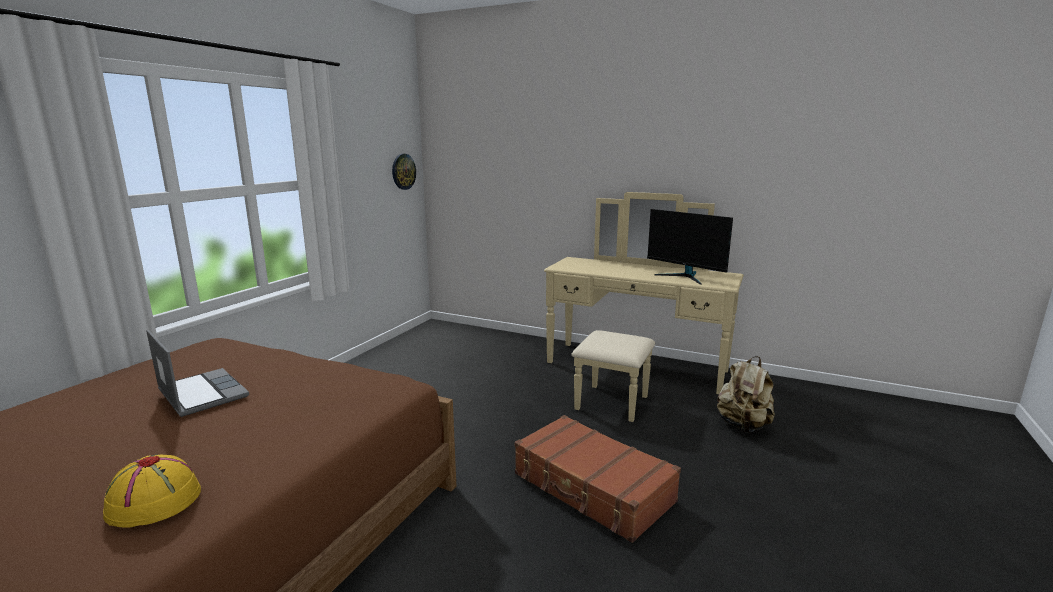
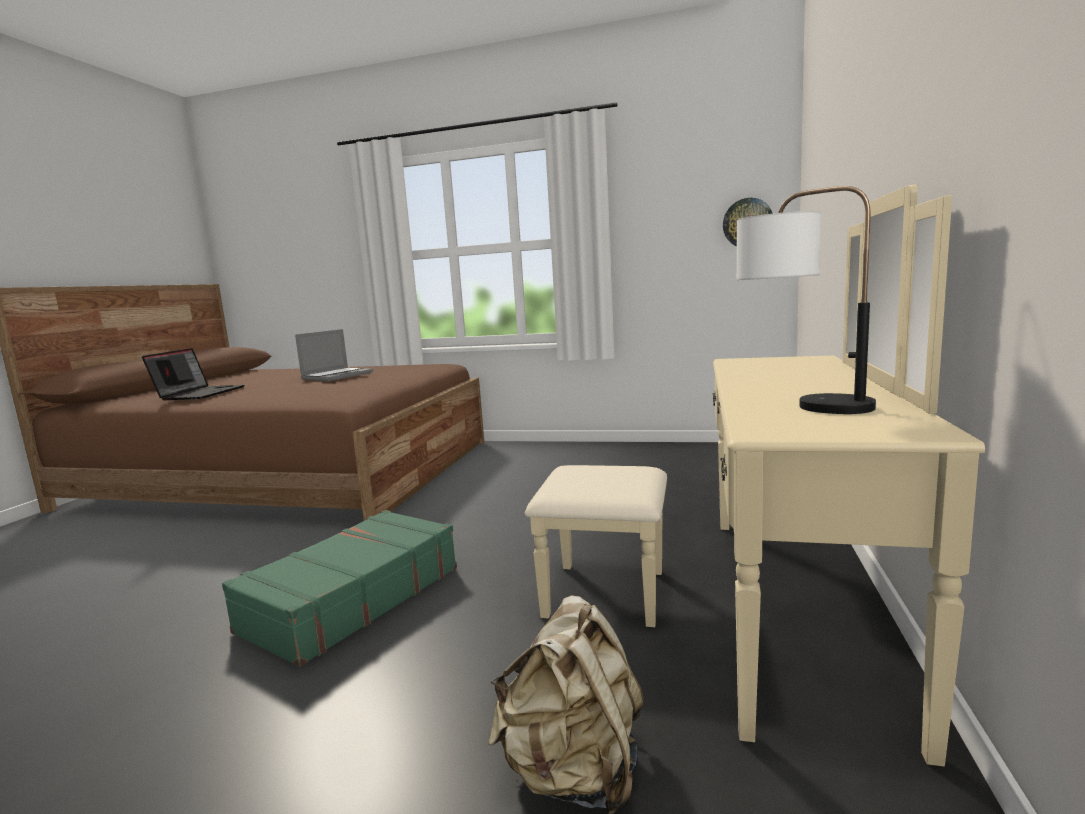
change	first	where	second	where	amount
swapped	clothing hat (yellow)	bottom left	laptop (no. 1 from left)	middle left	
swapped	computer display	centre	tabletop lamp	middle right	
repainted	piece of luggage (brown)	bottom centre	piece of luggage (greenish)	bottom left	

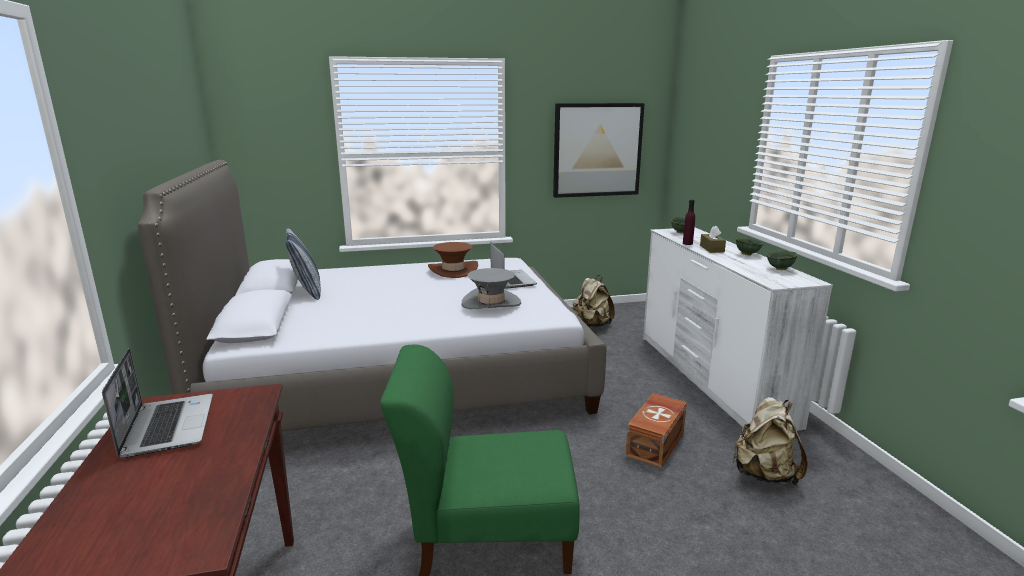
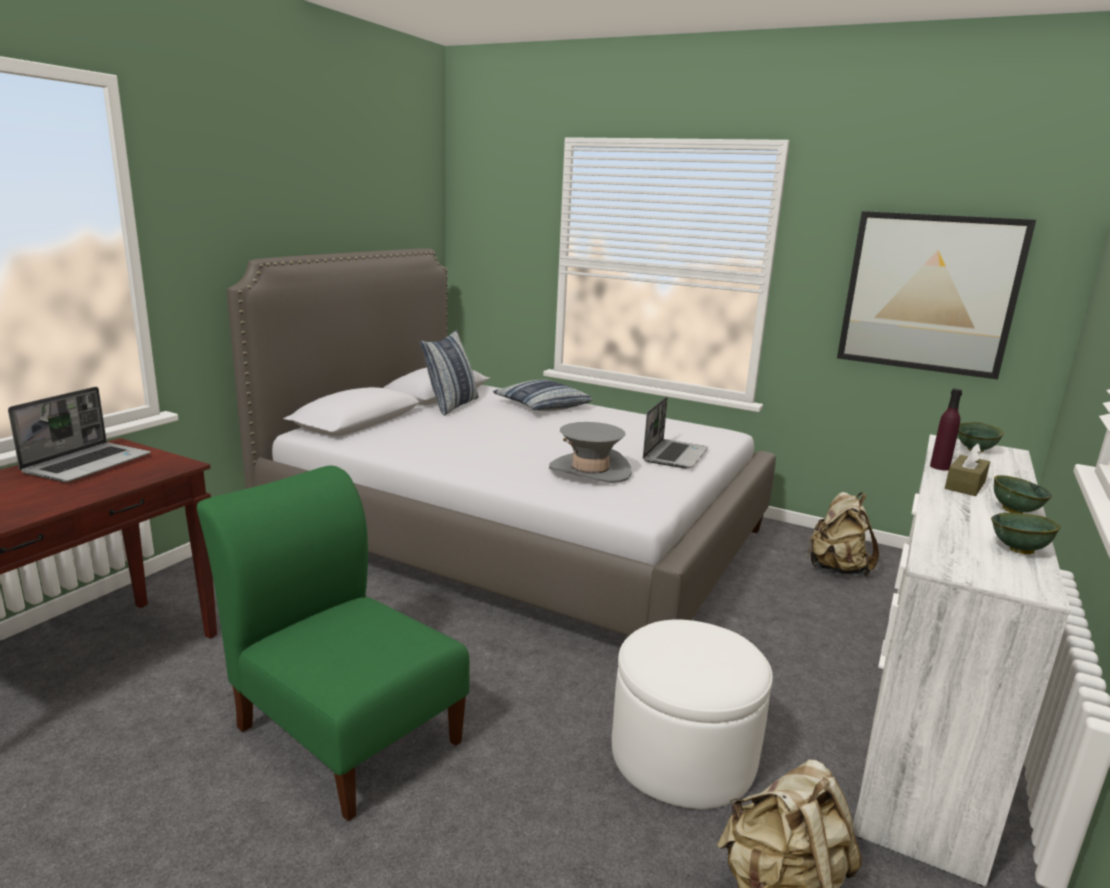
change	first	where	second	where	amount
gone	clothing hat (brown)	centre			
new			pillow (no. 2 from left)	centre	
swapped	storage container (brown)	bottom centre	pouffe (white)	bottom centre	

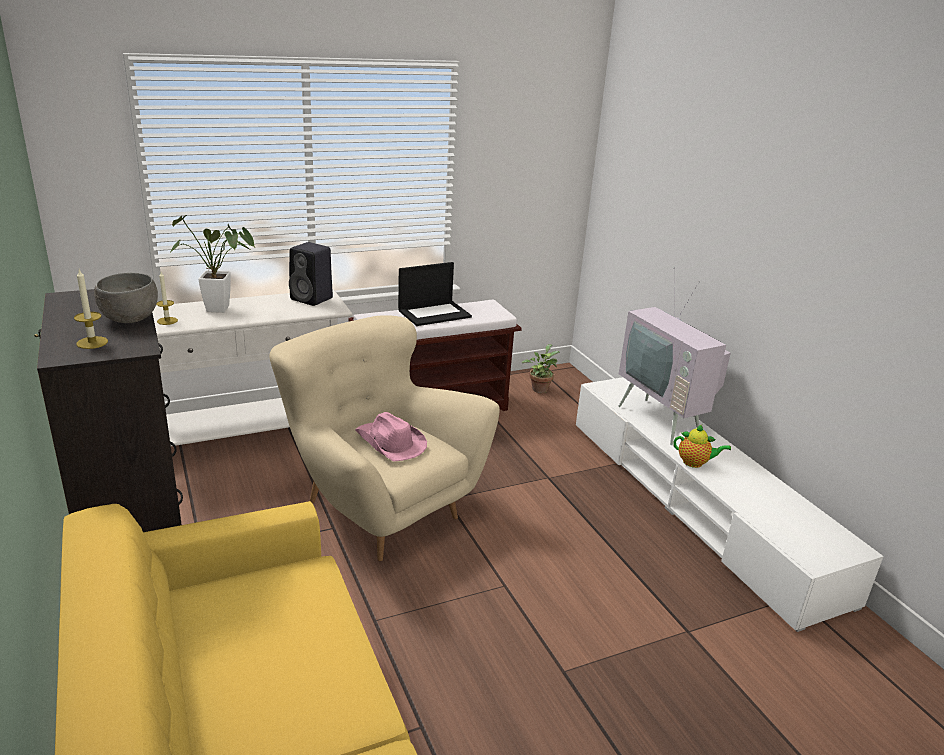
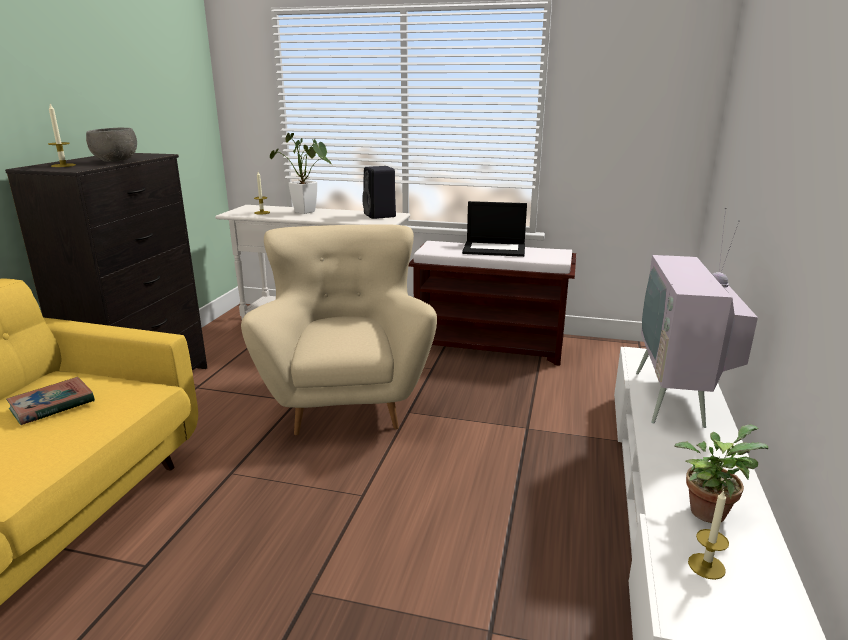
change	first	where	second	where	amount
gone	clothing hat (pink-coloured)	centre			
gone	teapot	middle right			
new			book	middle left	
new			wax candle (no. 3 from left)	bottom right	
shifted	houseplant (no. 2 from left)	centre		bottom right	

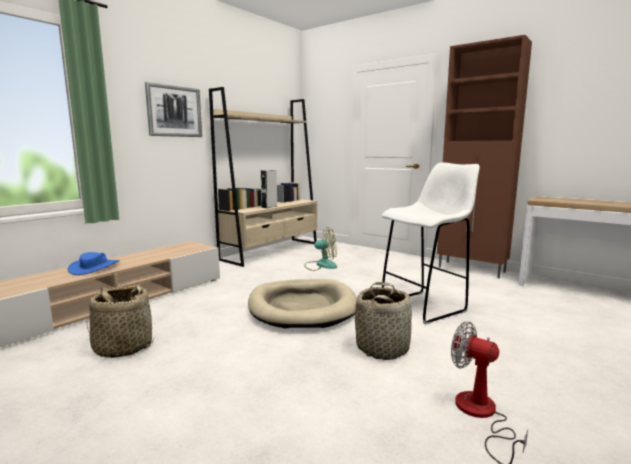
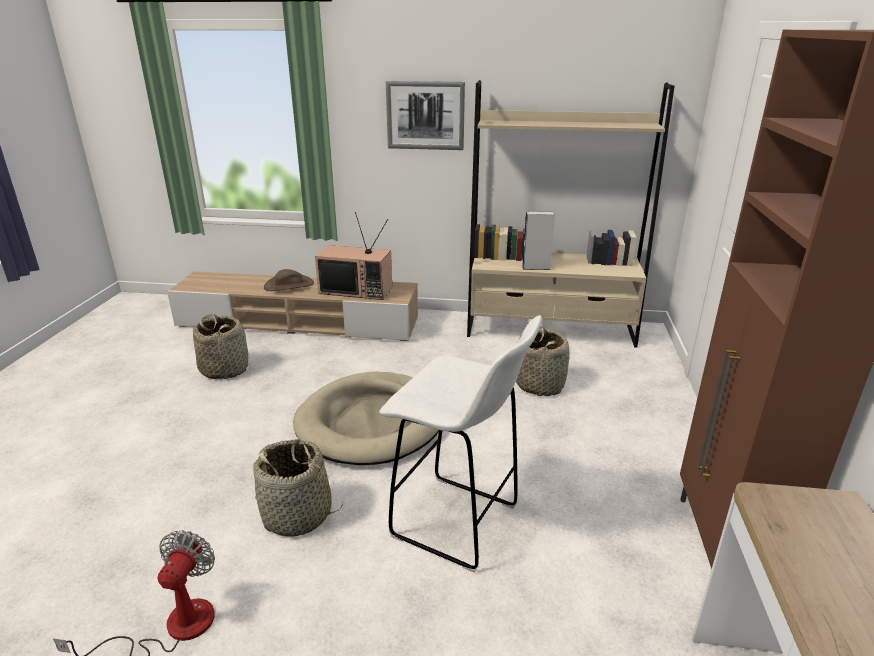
change	first	where	second	where	amount
new			TV	centre	
swapped	electric fan (no. 1 from left)	centre	basket (no. 3 from left)	centre	
repainted	clothing hat (blue)	middle left	clothing hat (brown)	middle left	

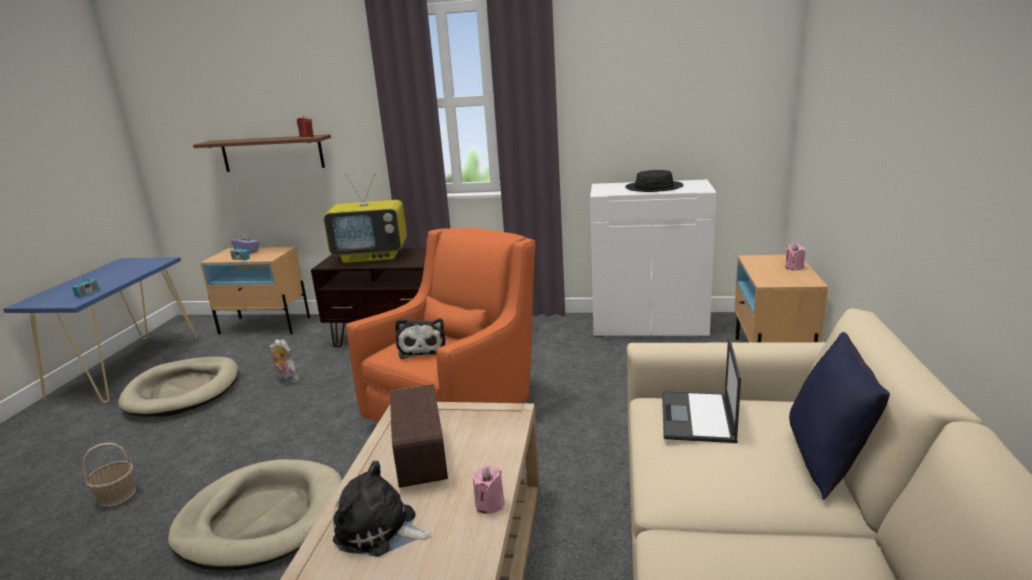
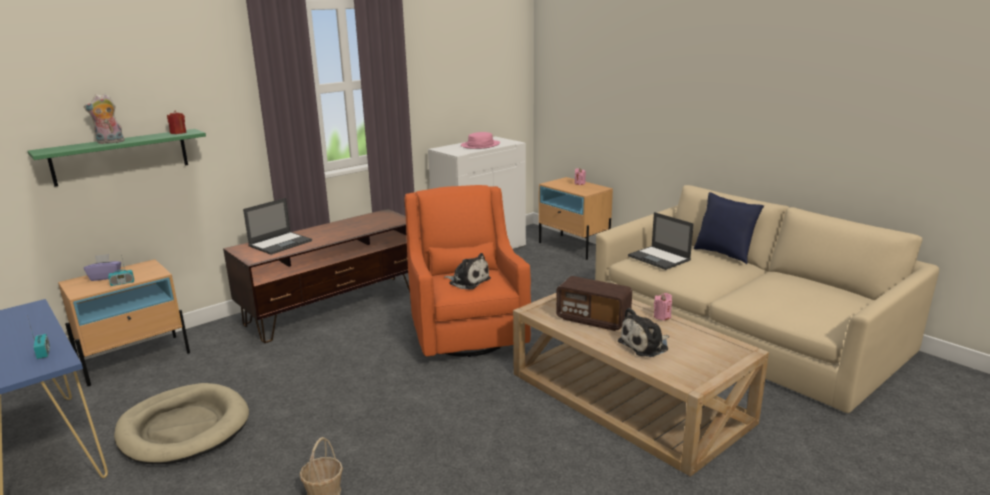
change	first	where	second	where	amount
gone	pet bed (beige-coloured) (no. 2 from left)	bottom left			
shifted	plush toy (no. 1 from left)	middle left		top left	
swapped	TV	centre	laptop (no. 1 from left)	middle left	
repainted	bracket shelf (brown)	top left	bracket shelf (greenish)	top left	
repainted	clothing hat (black)	top centre	clothing hat (pink-coloured)	top centre	

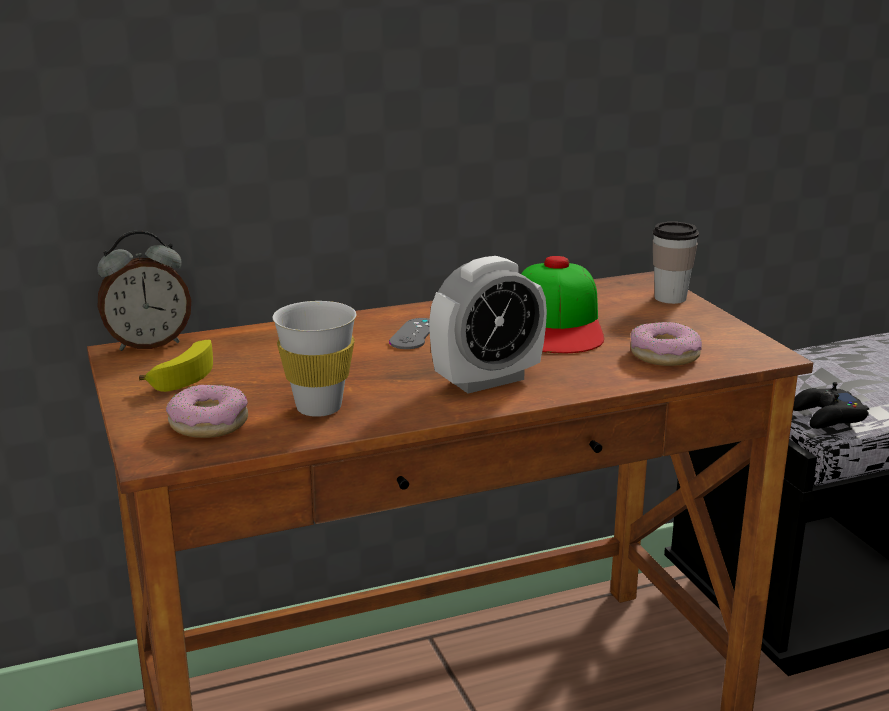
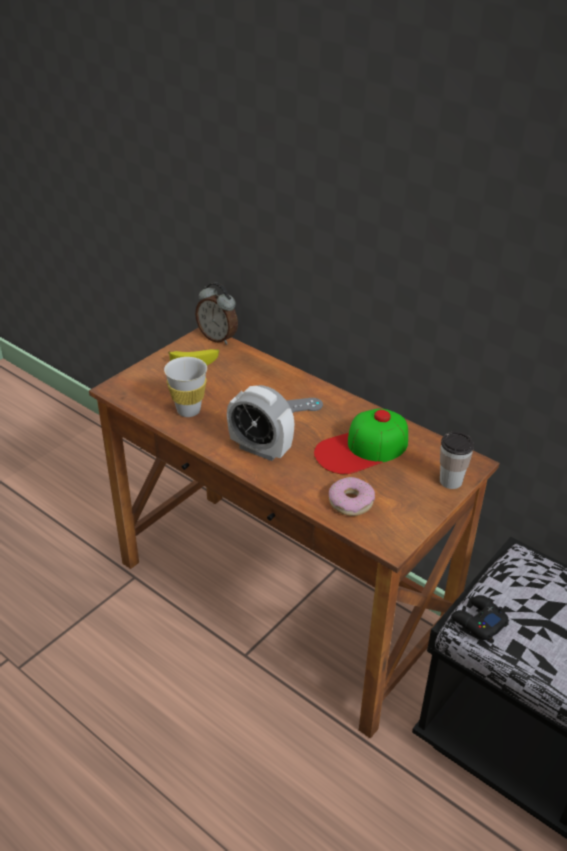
change	first	where	second	where	amount
gone	ring doughnut (no. 1 from left)	middle left			

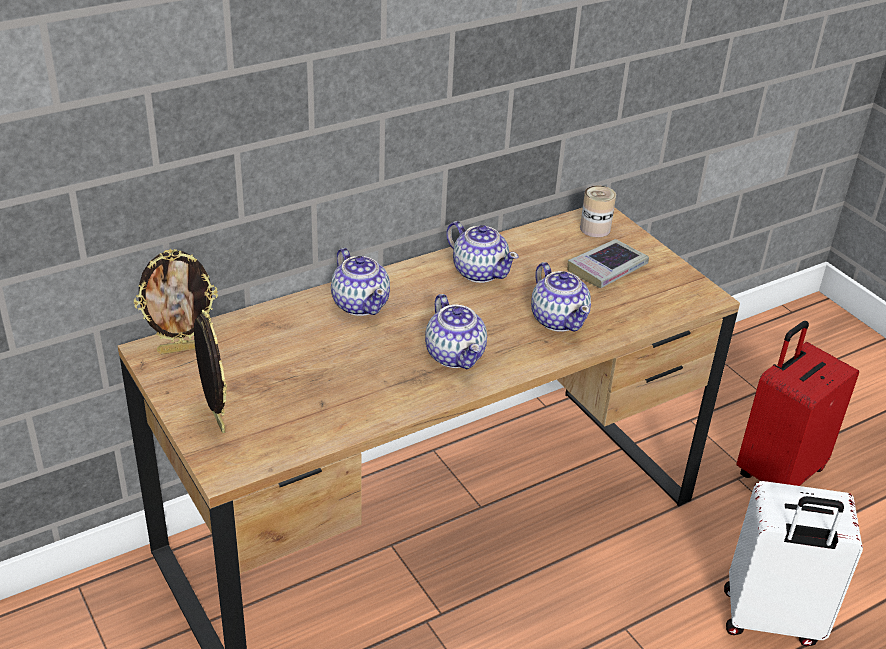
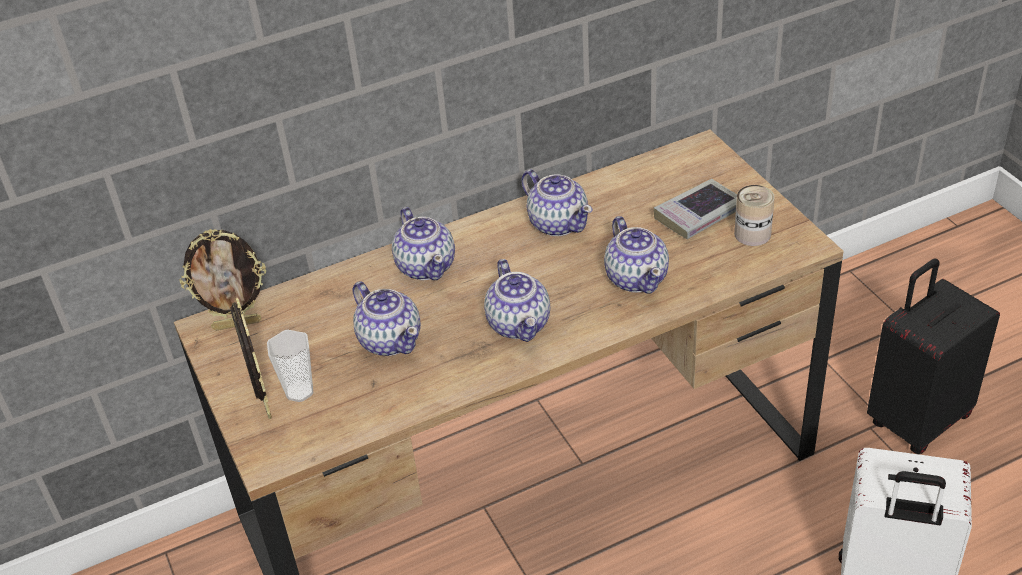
change	first	where	second	where	amount
new			small cup	middle left	
new			teapot (no. 1 from left)	centre	
shifted	metal can	top right		middle right	
repainted	piece of luggage (red)	middle right	piece of luggage (black)	middle right	

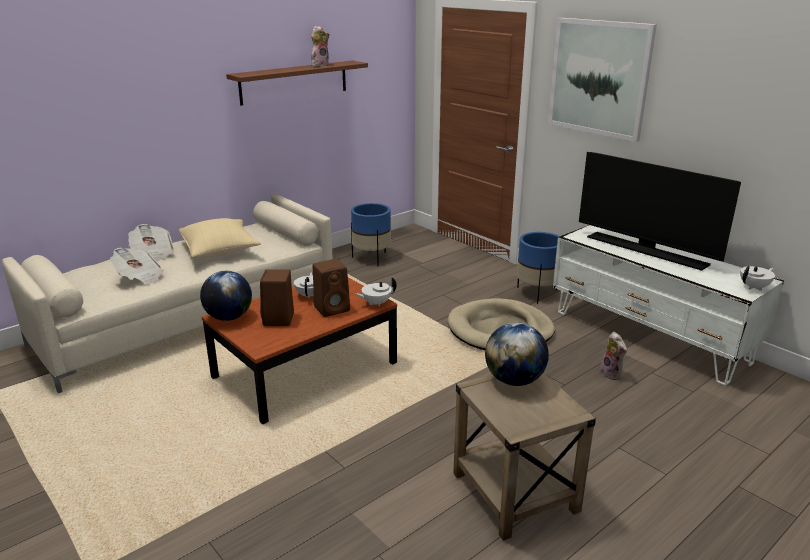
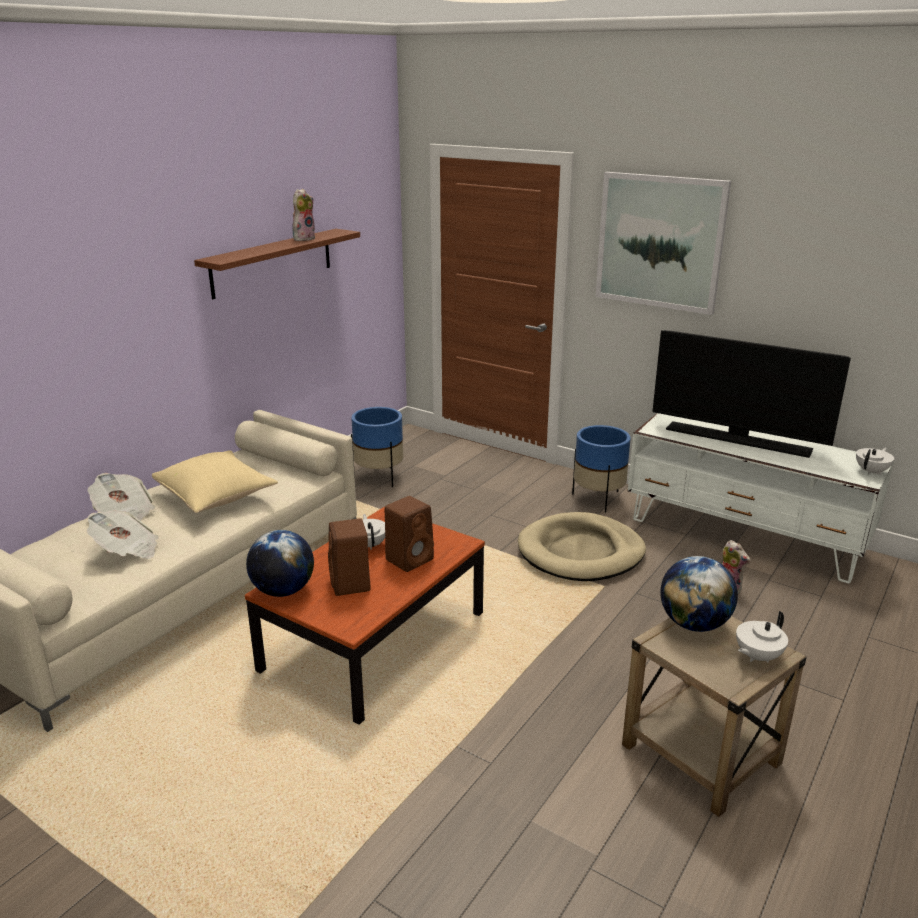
change	first	where	second	where	amount
shifted	teapot (white) (no. 2 from left)	centre		bottom right	

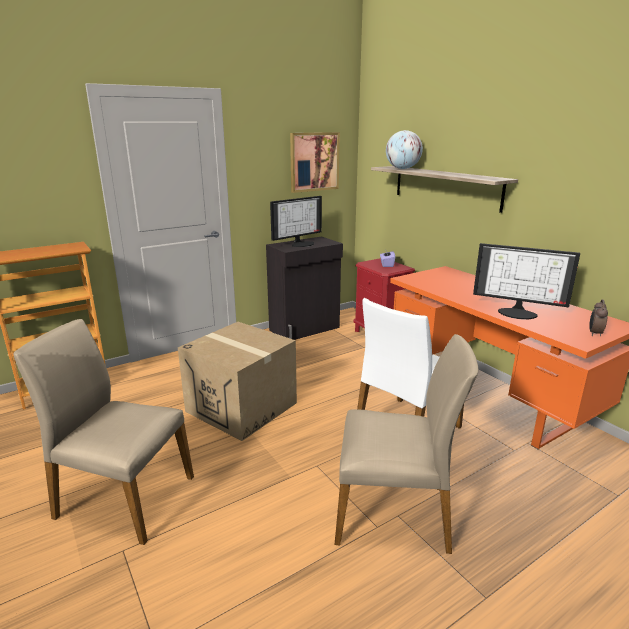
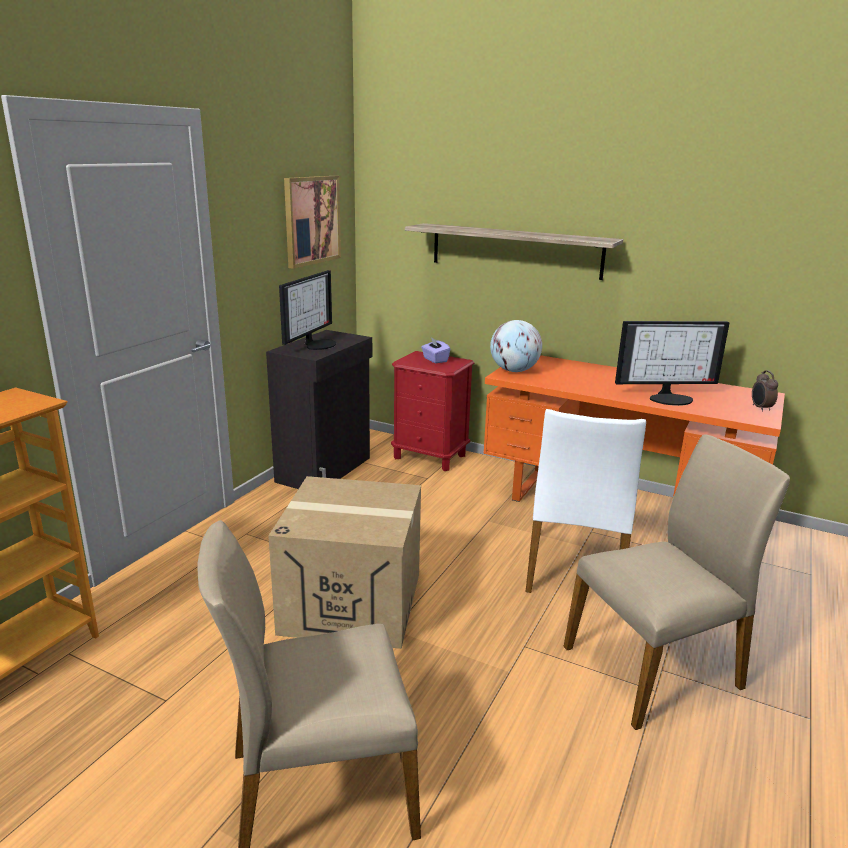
change	first	where	second	where	amount
shifted	globe	top centre		centre	

